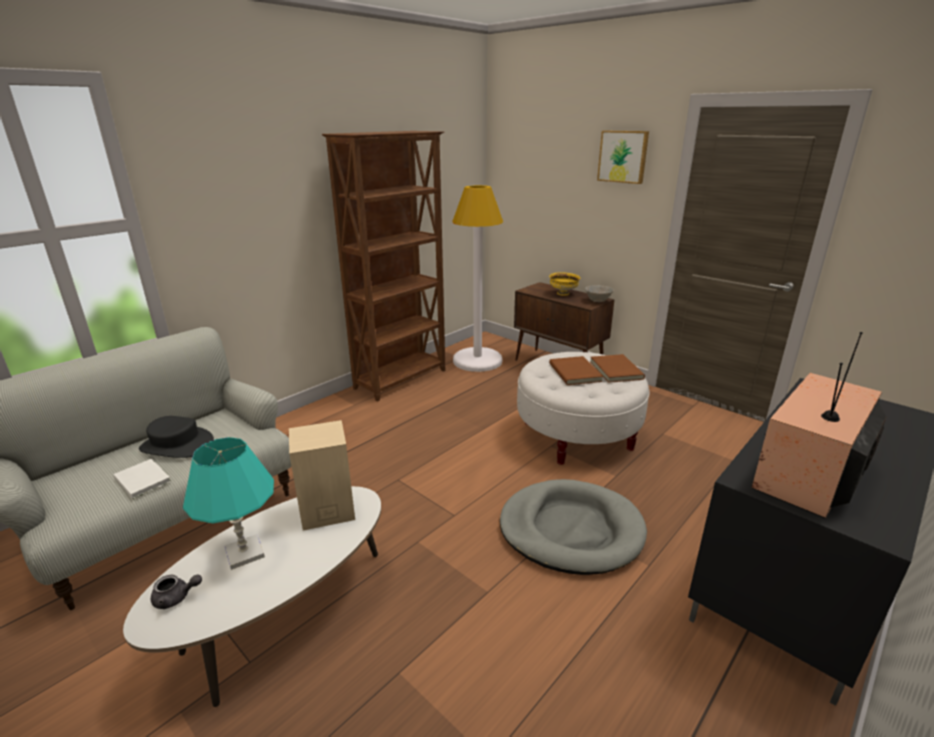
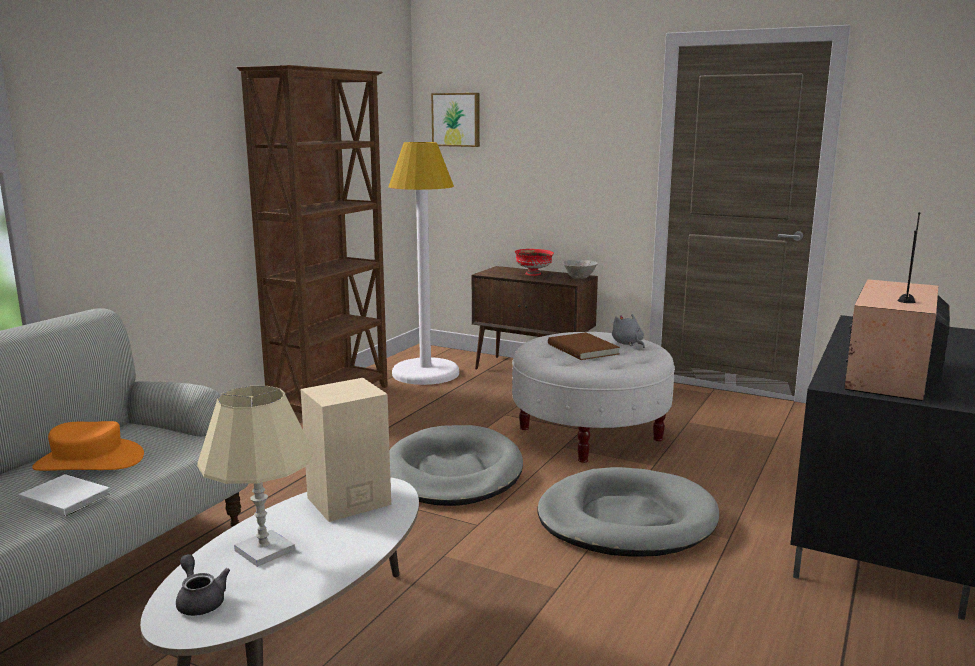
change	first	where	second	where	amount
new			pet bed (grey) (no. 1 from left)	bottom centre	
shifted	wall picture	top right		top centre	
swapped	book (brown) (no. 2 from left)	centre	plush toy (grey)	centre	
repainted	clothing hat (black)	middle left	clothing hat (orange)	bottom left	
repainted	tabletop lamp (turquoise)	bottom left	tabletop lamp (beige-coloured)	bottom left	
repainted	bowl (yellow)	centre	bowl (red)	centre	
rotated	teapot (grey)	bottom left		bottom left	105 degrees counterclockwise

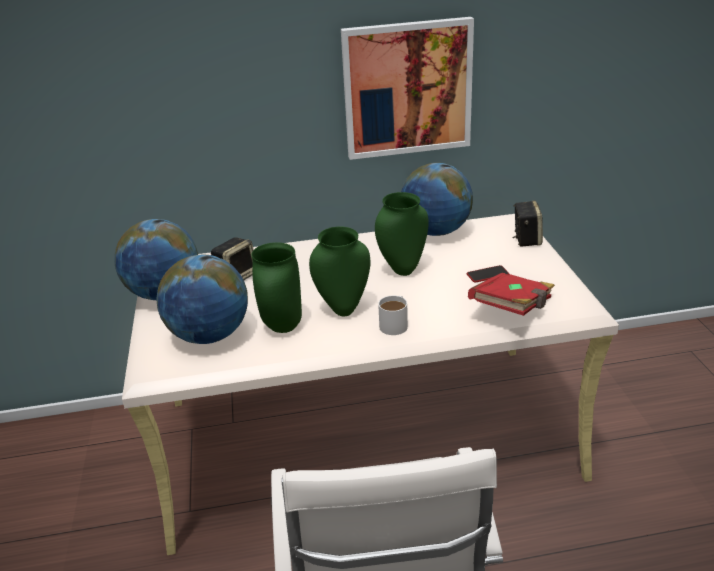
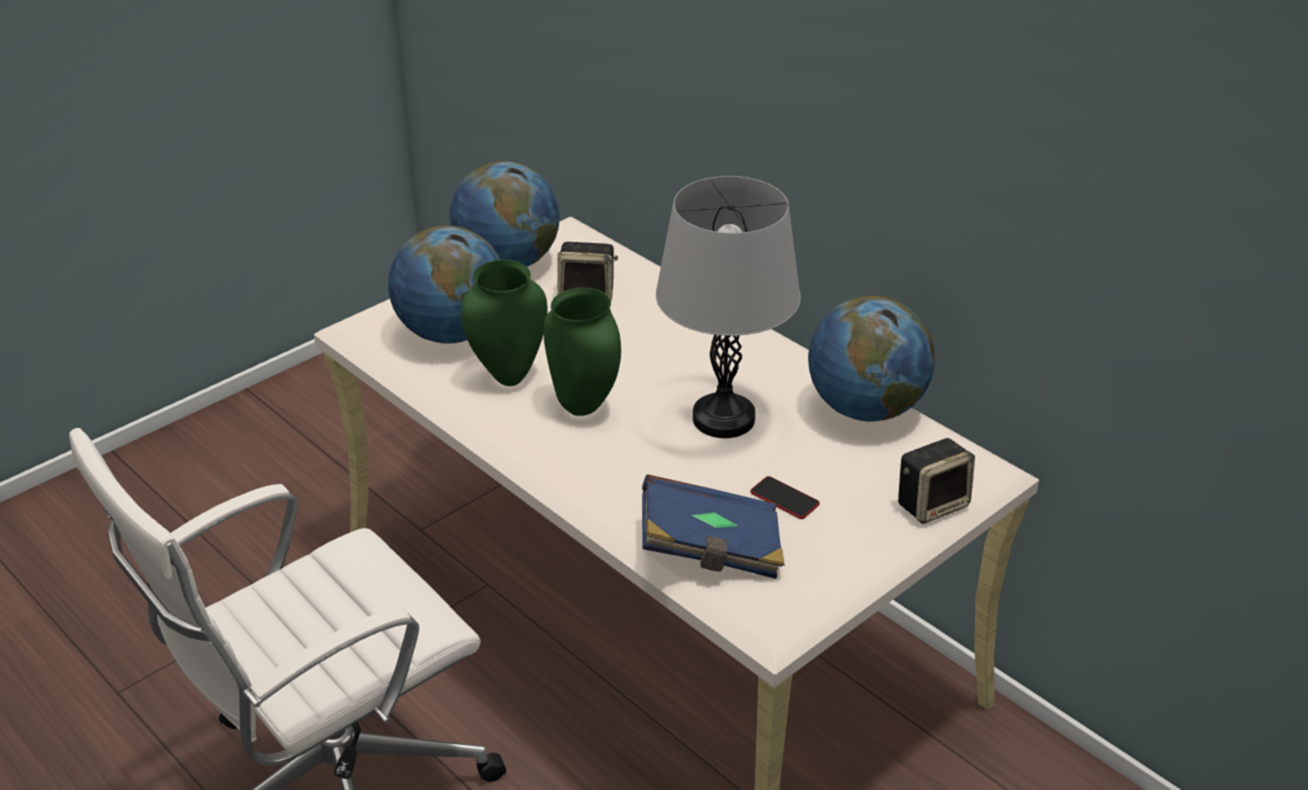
change	first	where	second	where	amount
gone	wall picture	top centre			
gone	mug (white)	centre			
swapped	flower vase (greenish) (no. 3 from left)	centre	tabletop lamp (grey)	centre	
repainted	book (red)	middle right	book (blue)	centre	

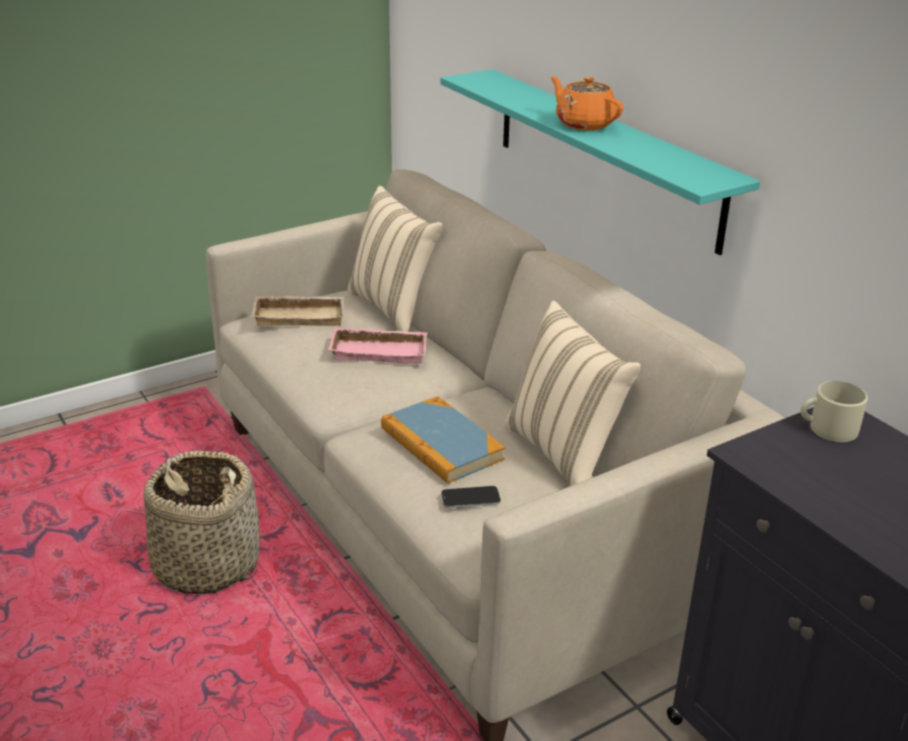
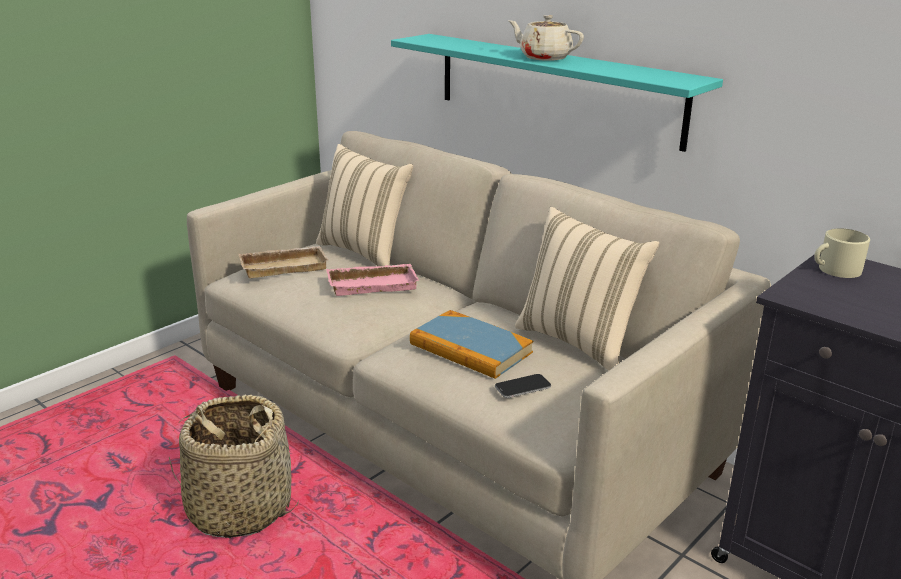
change	first	where	second	where	amount
repainted	teapot (orange)	top centre	teapot (beige-coloured)	top centre	

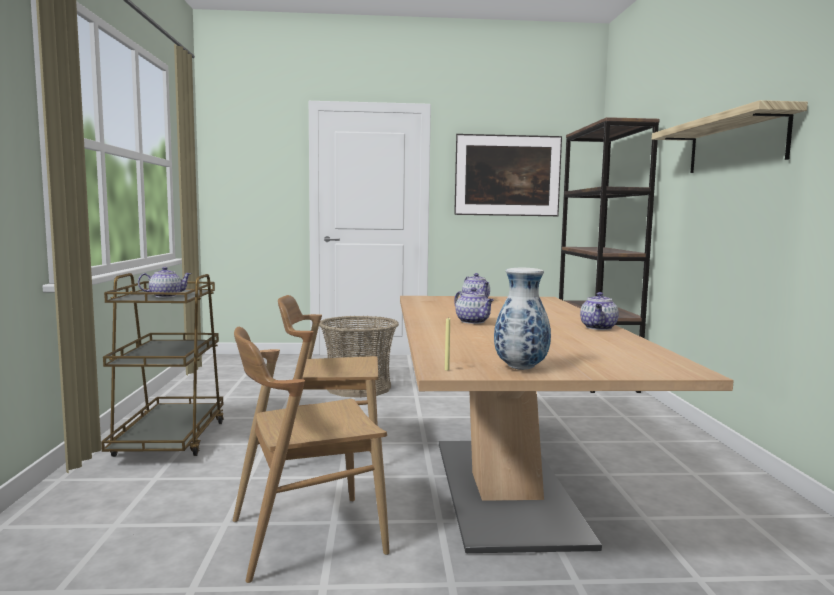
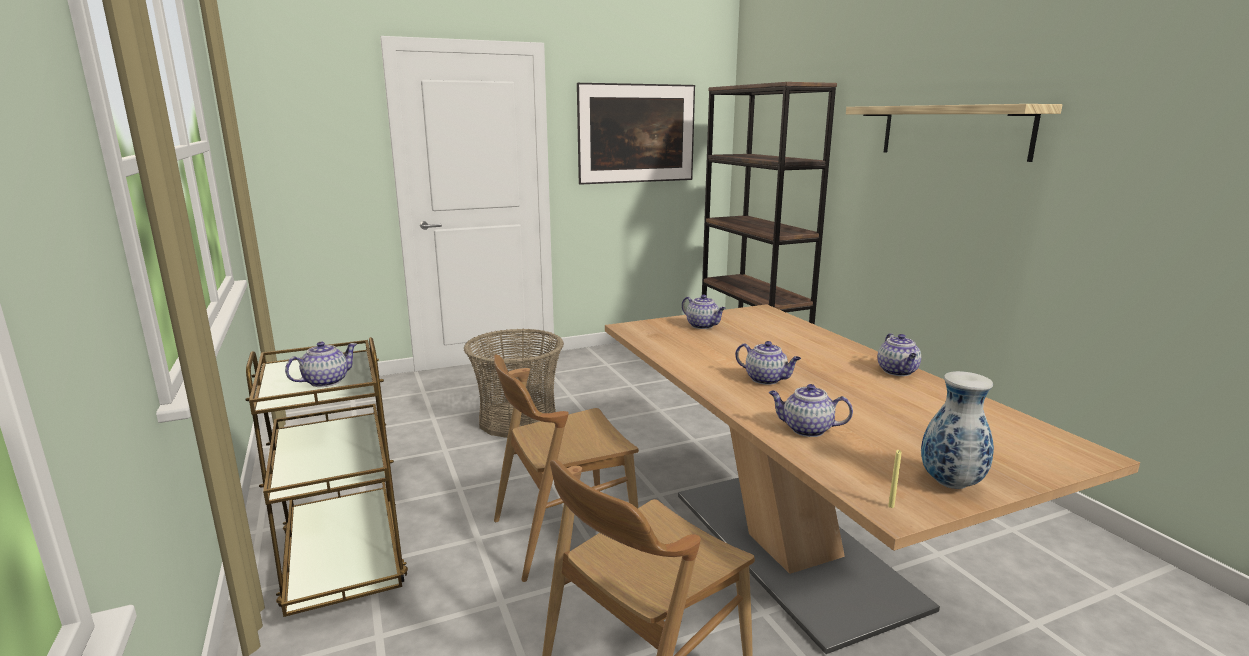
change	first	where	second	where	amount
new			teapot (no. 4 from left)	centre	

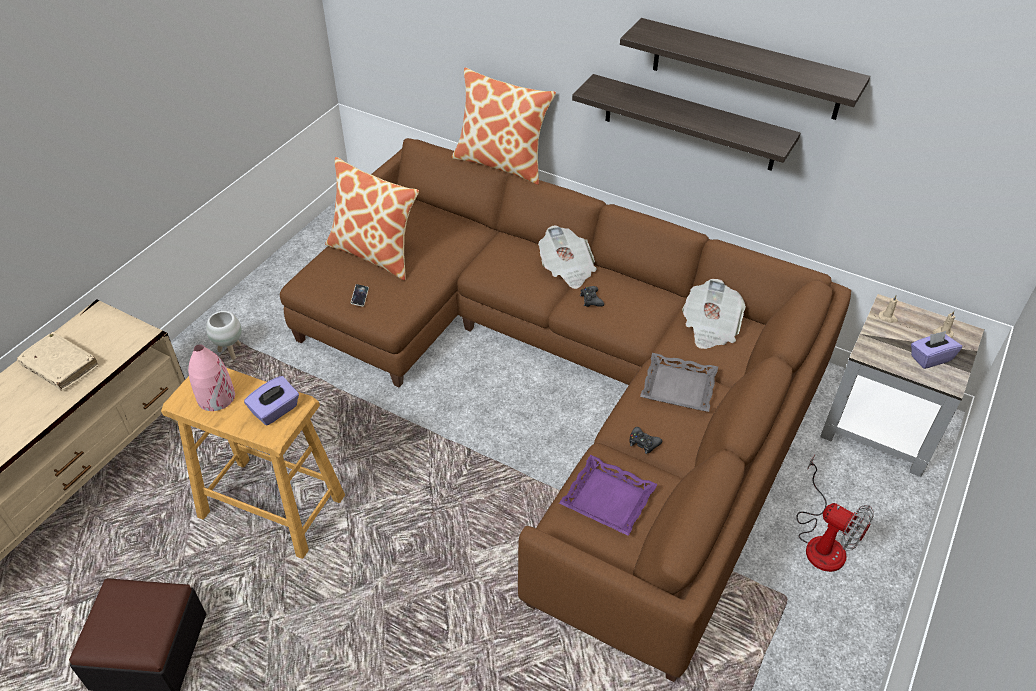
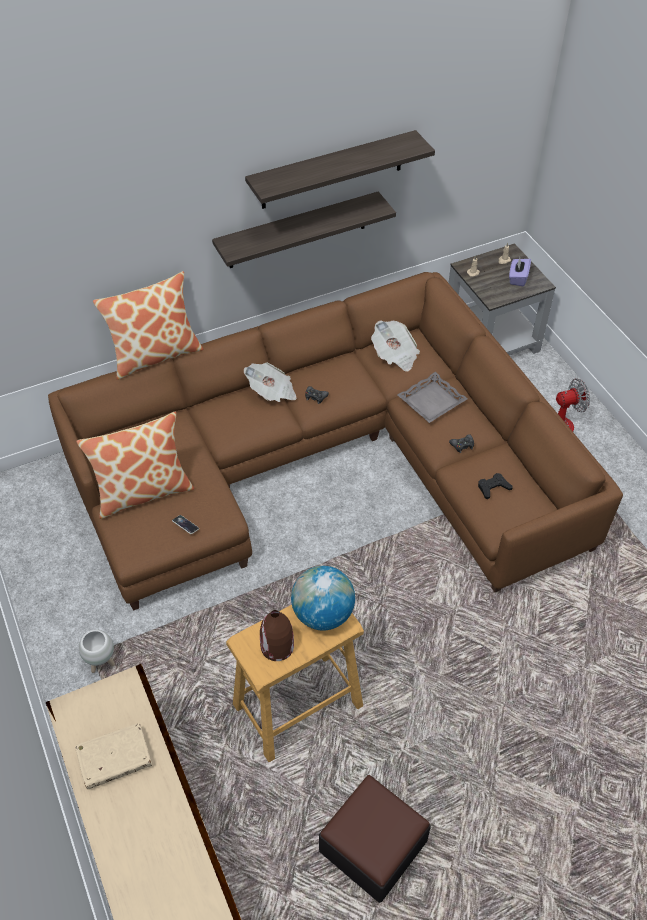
change	first	where	second	where	amount
swapped	tissue box (purple-coloured) (no. 1 from left)	middle left	globe	centre	
swapped	serving tray (purple-coloured)	bottom centre	gamepad (black) (no. 3 from left)	middle right	
repainted	flower vase (pink-coloured)	middle left	flower vase (brown)	bottom centre	

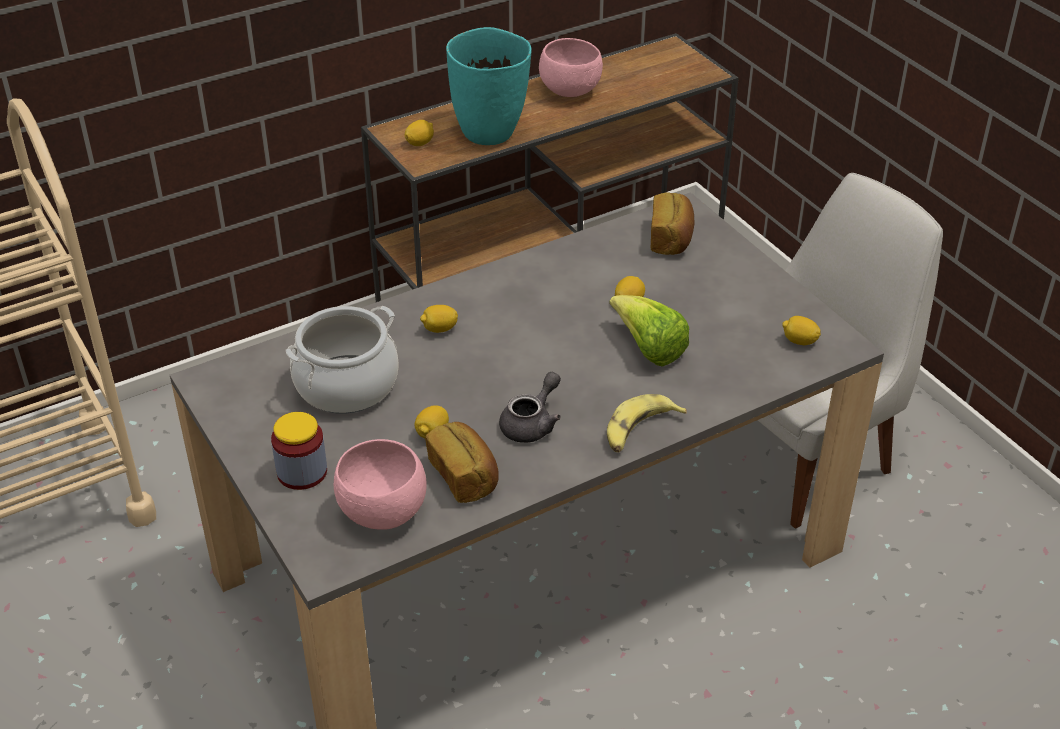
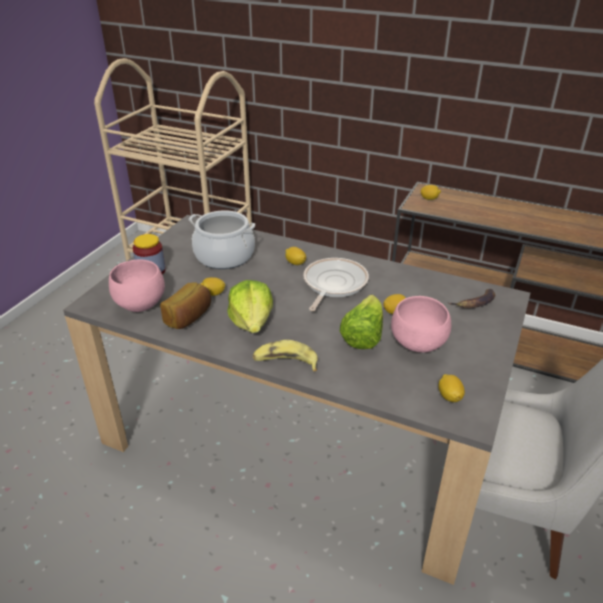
change	first	where	second	where	amount
gone	flower vase (turquoise)	top centre			
new			skillet	centre	
shifted	bowl (pink-coloured) (no. 2 from left)	top centre		middle right	
swapped	teapot (grey)	centre	lettuce (no. 1 from left)	centre	
swapped	bakery bread (no. 2 from left)	top centre	whole banana (no. 2 from left)	middle right	

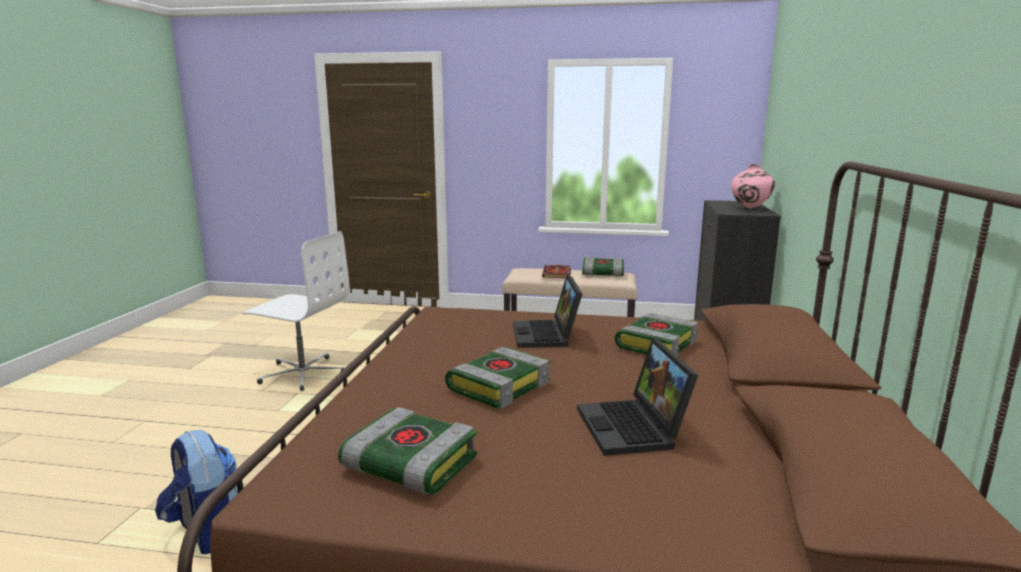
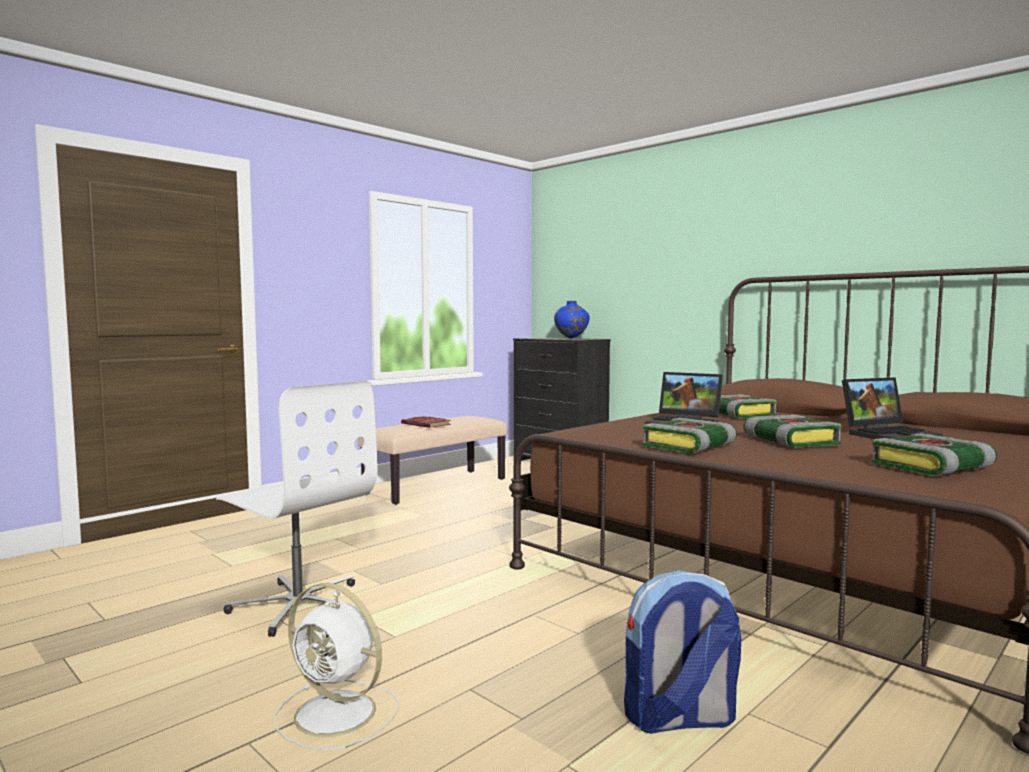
change	first	where	second	where	amount
new			electric fan (white)	bottom left	
shifted	book (no. 4 from left in the first image)	centre	book (no. 2 from left)	middle right	
repainted	flower vase (pink-coloured)	top right	flower vase (blue)	centre	
rotated	office chair (white)	middle left		middle left	75 degrees clockwise
rotated	laptop (no. 2 from left)	bottom centre		middle right	45 degrees counterclockwise

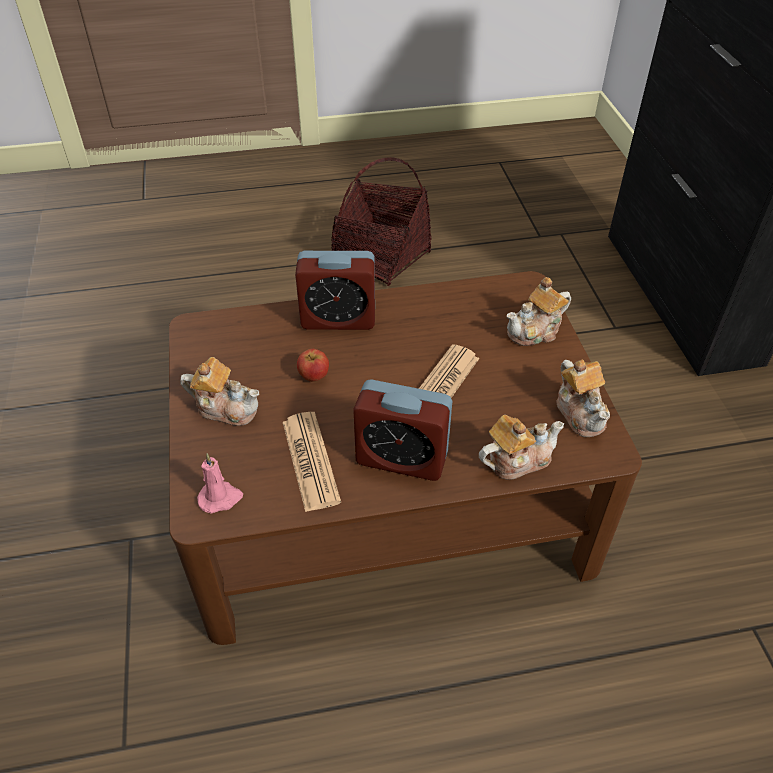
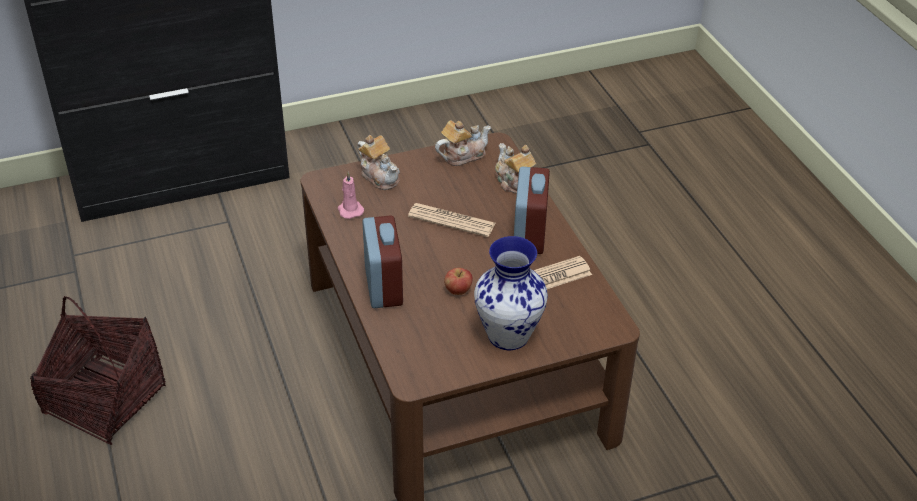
change	first	where	second	where	amount
shifted	wax candle (pink-coloured)	middle left		centre	
swapped	teapot (no. 1 from left)	middle left	flower vase	centre	

